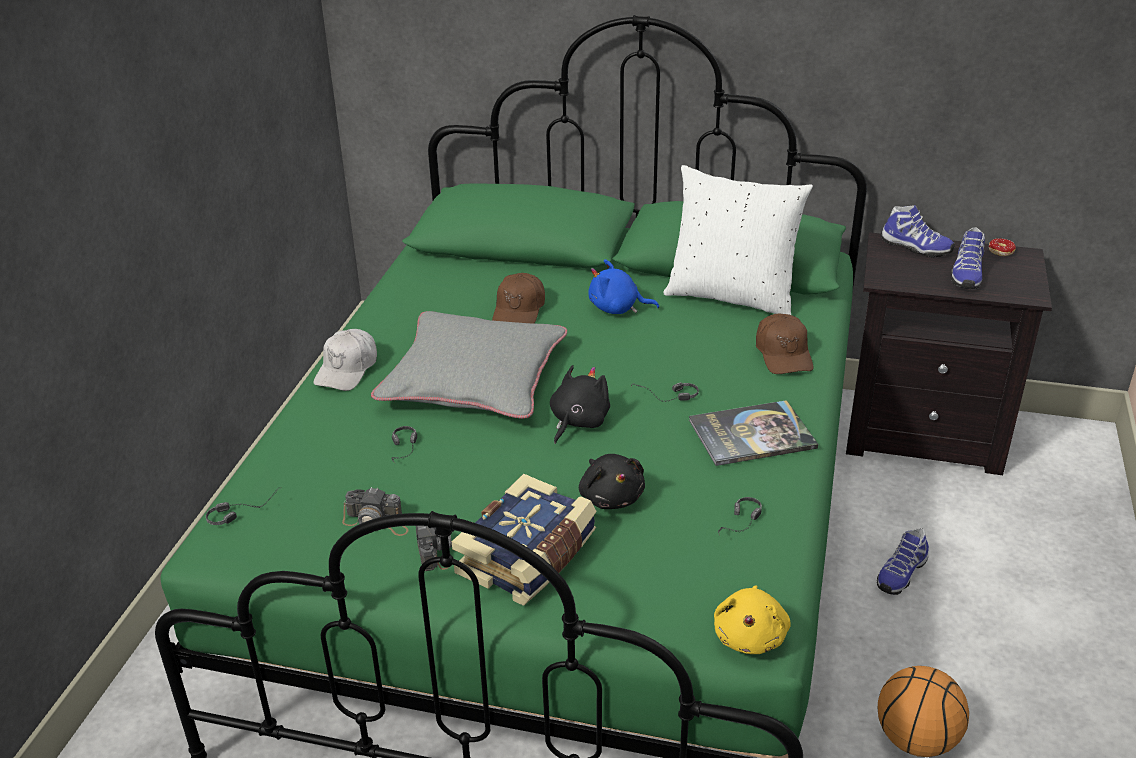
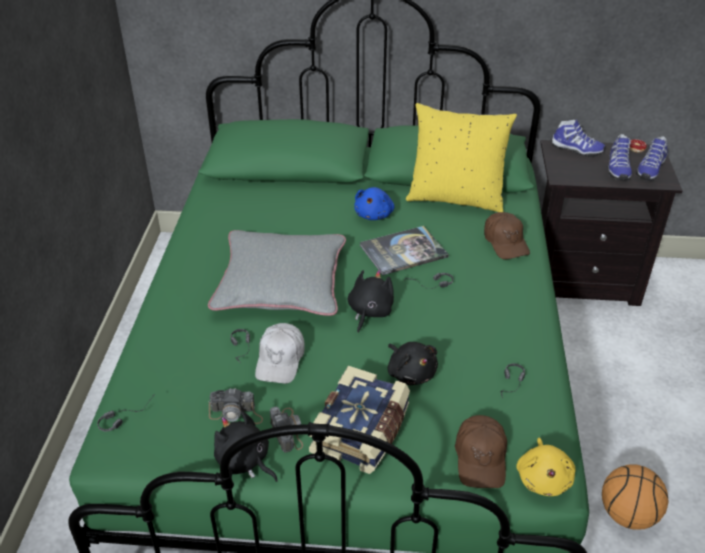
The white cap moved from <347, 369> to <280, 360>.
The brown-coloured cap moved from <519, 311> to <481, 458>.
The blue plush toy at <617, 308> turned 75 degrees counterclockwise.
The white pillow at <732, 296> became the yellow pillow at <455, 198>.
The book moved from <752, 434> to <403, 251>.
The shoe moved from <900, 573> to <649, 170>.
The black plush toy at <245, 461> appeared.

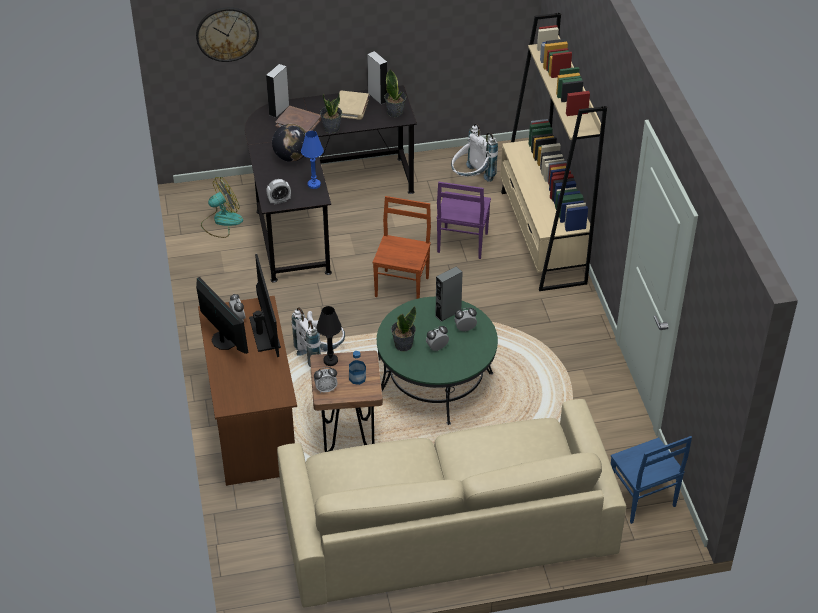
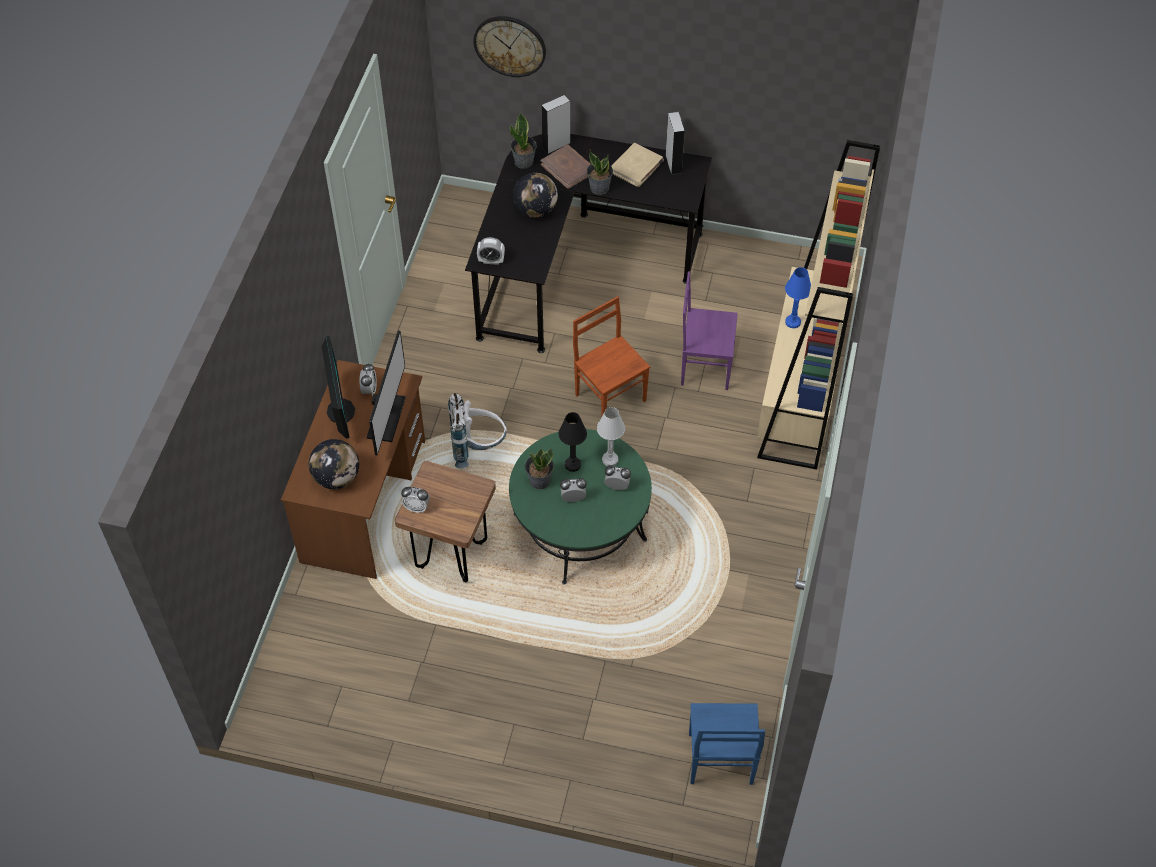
The electric fan at <221, 221> disappeared.
The sand-coloured settee at <446, 525> disappeared.
The blue table lamp moved from <314, 184> to <792, 322>.
The black table lamp moved from <330, 360> to <572, 465>.
The drink bottle at <357, 378> disappeared.
The brown-coloured chair at <403, 286> turned 75 degrees counterclockwise.
The potted plant moved from <395, 112> to <524, 162>.
The greyish loudspeaker at <448, 313> was replaced by the white table lamp at <610, 460>.
The purple-coloured chair at <461, 243> turned 60 degrees clockwise.
The white backpack at <471, 179> disappeared.
The desk globe at <337, 478> appeared.

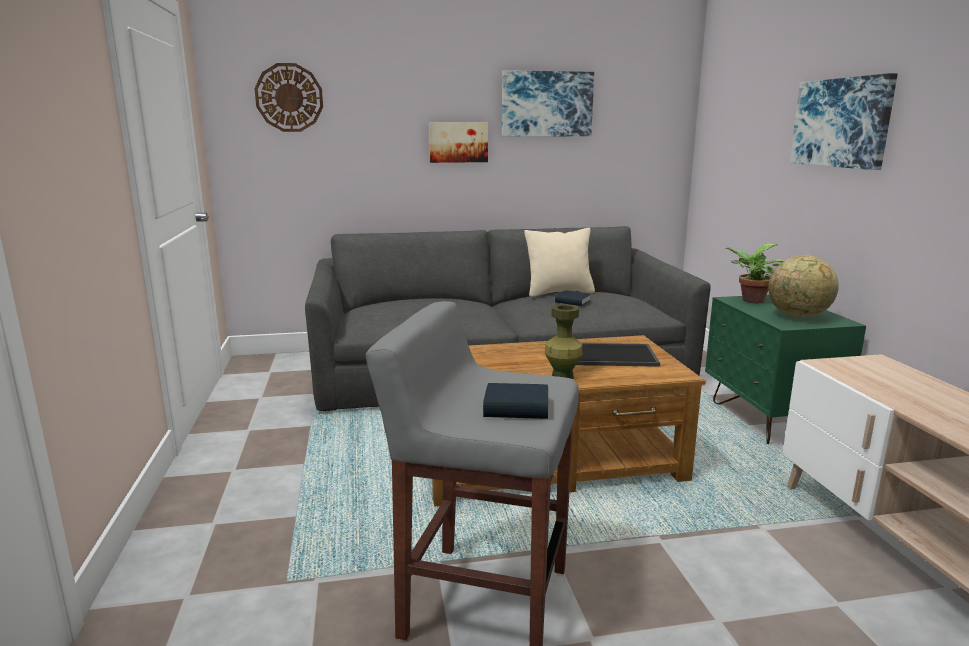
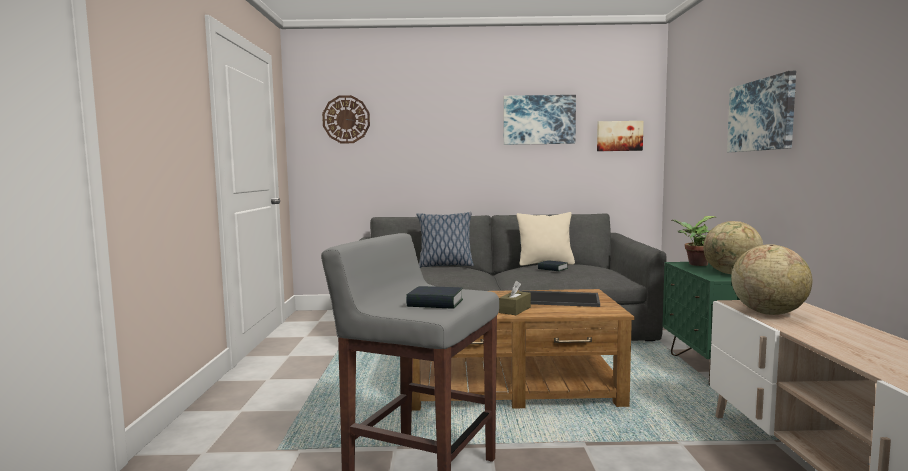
The wall picture moved from <458, 142> to <619, 136>.
The greenish flower vase at <562, 376> was replaced by the brown-coloured box of tissues at <515, 310>.
The pillow at <445, 265> appeared.
The desk globe at <768, 313> appeared.

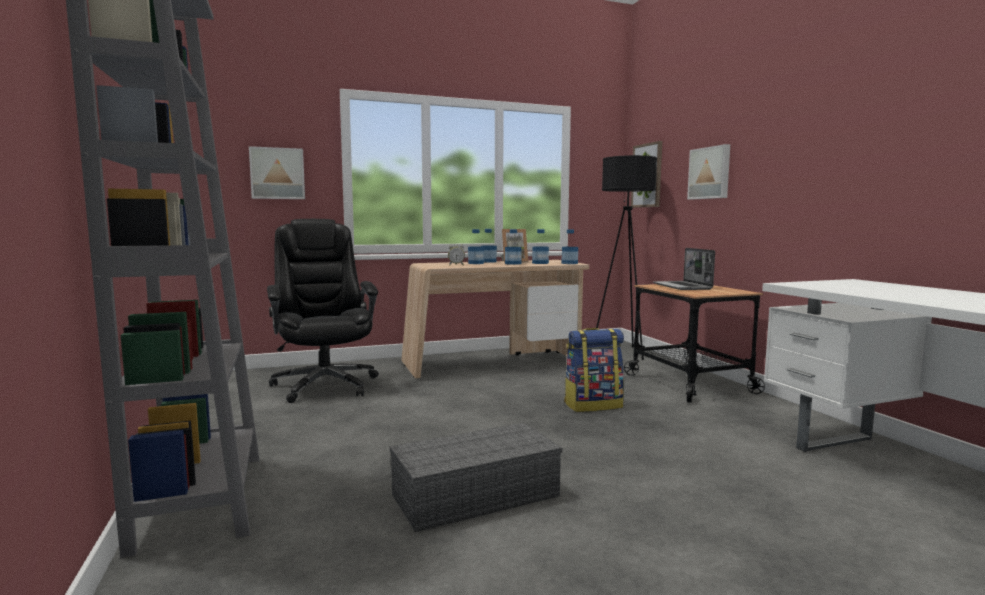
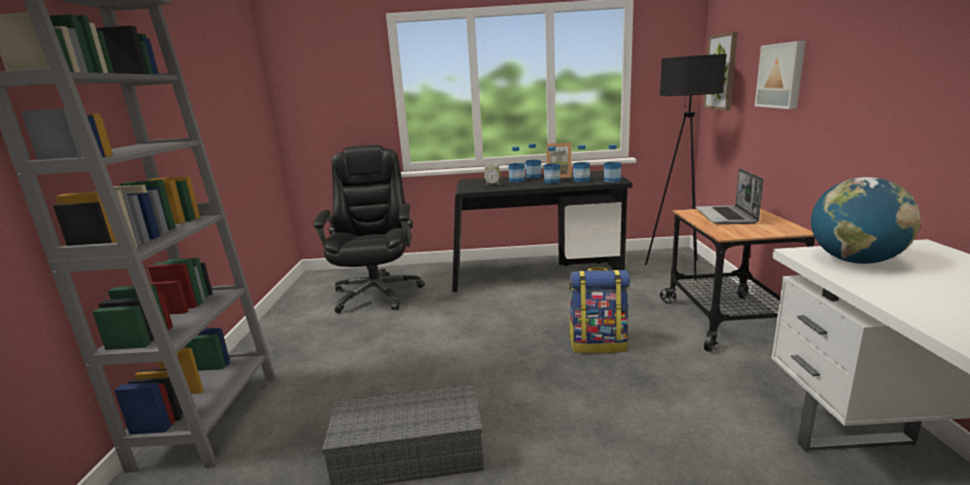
The wall picture at <277, 173> disappeared.
The sand-coloured desk at <493, 363> became the black desk at <536, 275>.
The desk globe at <855, 261> appeared.

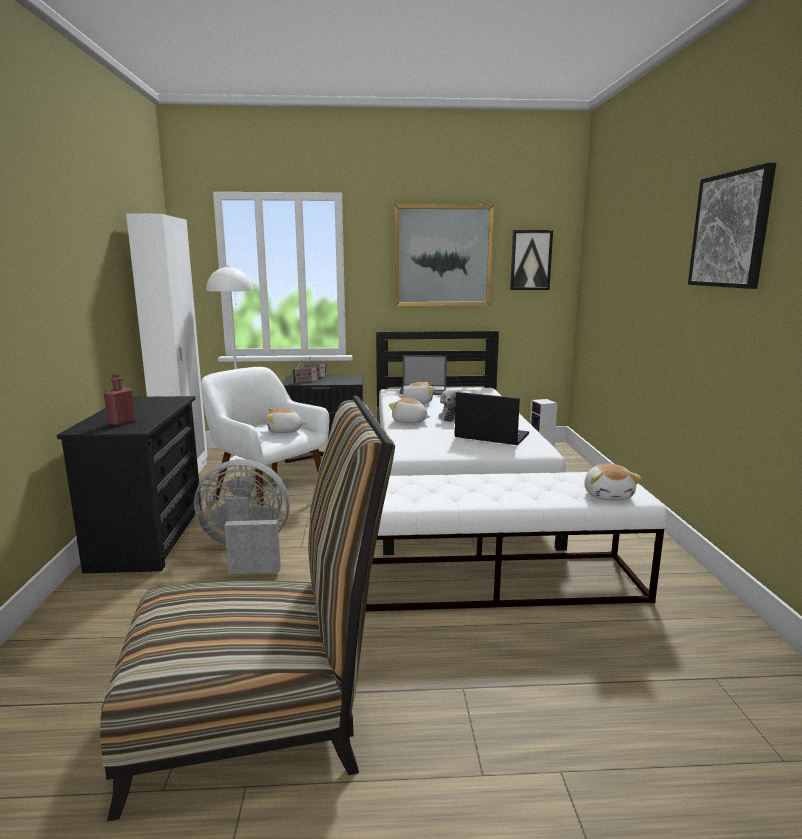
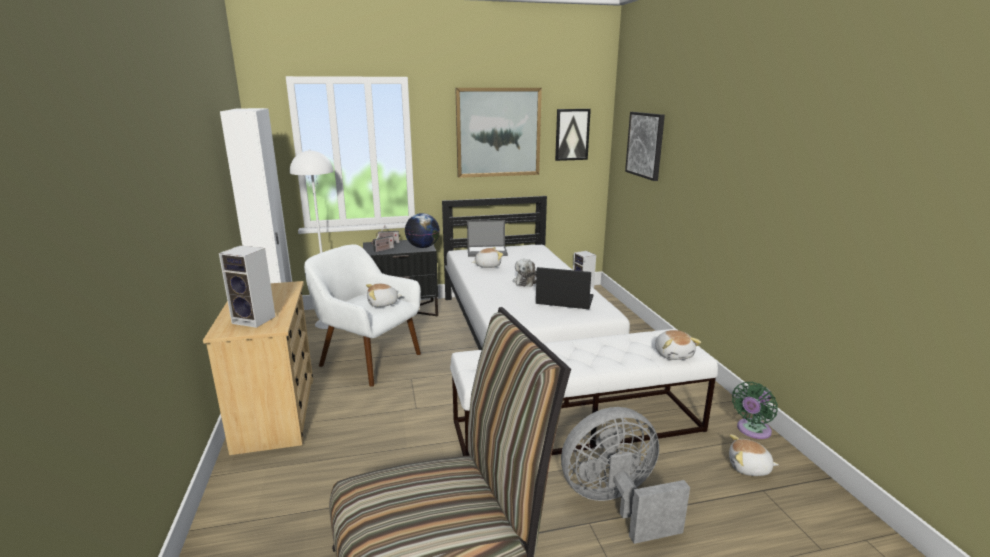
The black dresser at <149, 538> became the sand-coloured dresser at <276, 412>.
The red-coloured drink bottle at <121, 422> was replaced by the loudspeaker at <255, 320>.
The greyish electric fan moved from <246, 552> to <616, 504>.
The plush toy moved from <409, 422> to <749, 468>.
The wall picture moved from <731, 230> to <645, 145>.
The desk globe at <423, 247> appeared.
The greenish electric fan at <752, 430> appeared.

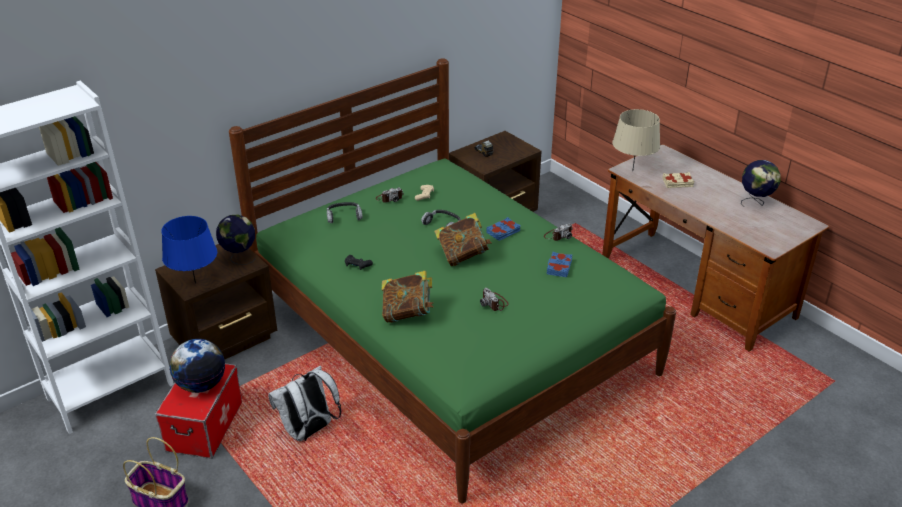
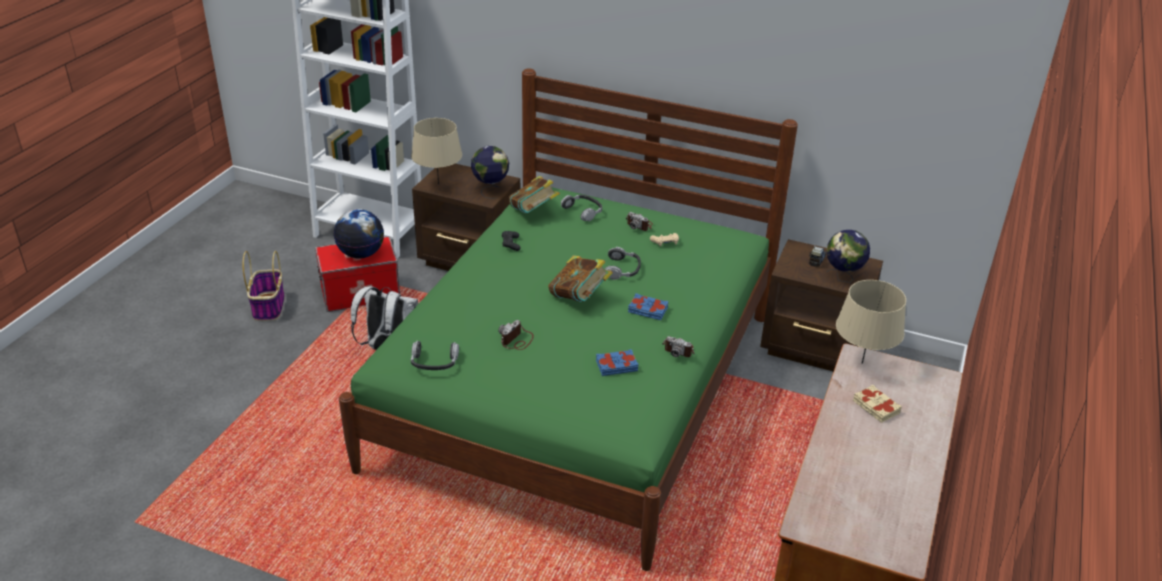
The blue table lamp at <195, 283> became the sand-coloured table lamp at <438, 184>.
The book moved from <408, 314> to <533, 213>.
The desk globe moved from <755, 202> to <842, 278>.
The headphones at <434, 362> appeared.

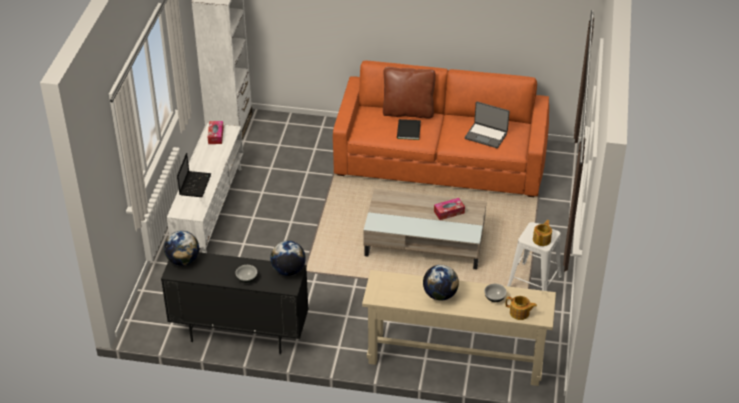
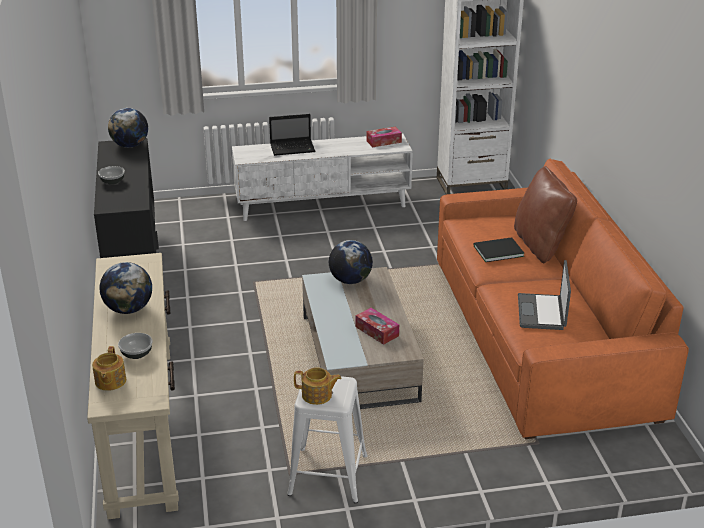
The desk globe moved from <288, 270> to <350, 280>.

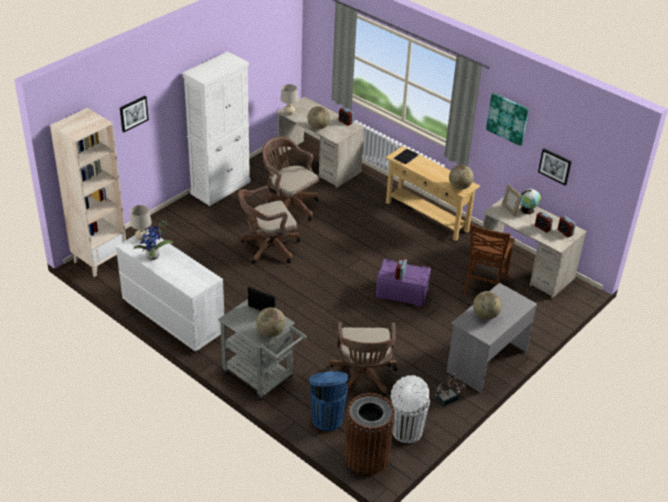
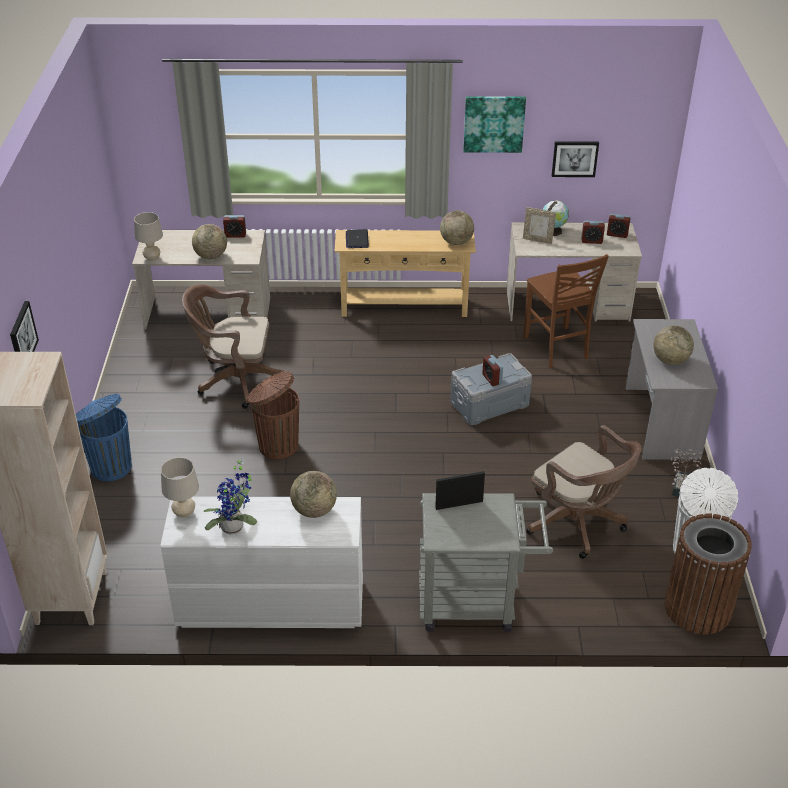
The white cupboard at <221, 187> disappeared.
The brown-coloured office chair at <267, 248> was replaced by the brown-coloured waste bin at <277, 445>.
The desk globe moved from <270, 332> to <314, 510>.
The blue waste bin moved from <327, 418> to <110, 466>.
The purple-coloured storage bin at <402, 293> became the greyish storage bin at <490, 404>.

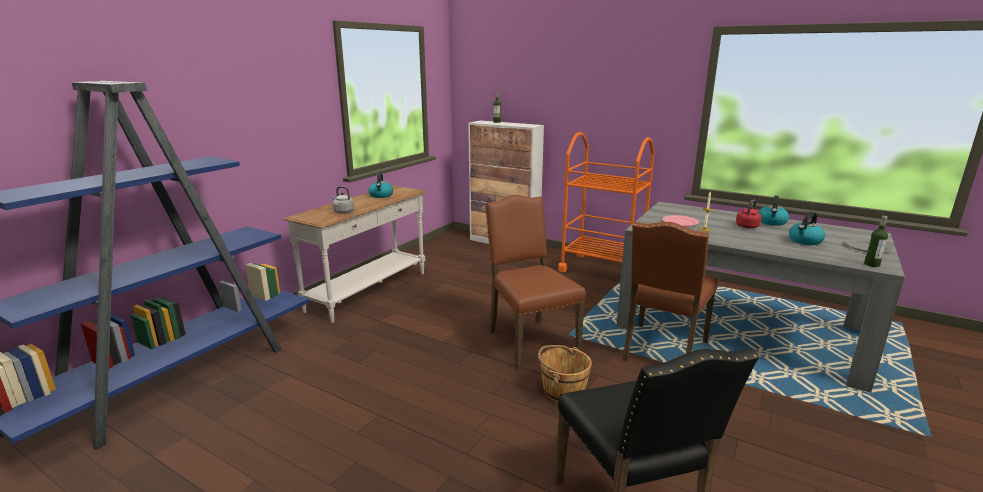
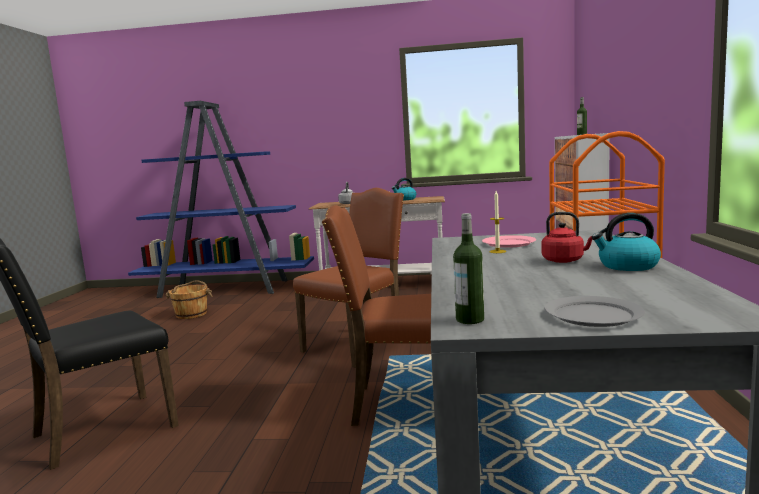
The brown-coloured bucket moved from <563, 391> to <192, 314>.
The kettle at <805, 241> disappeared.

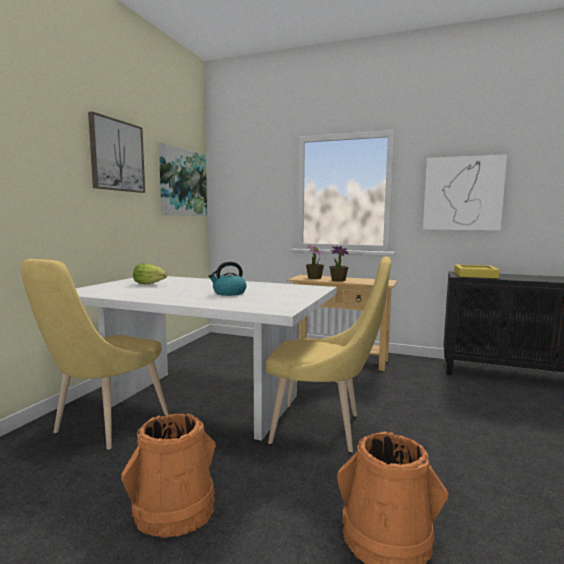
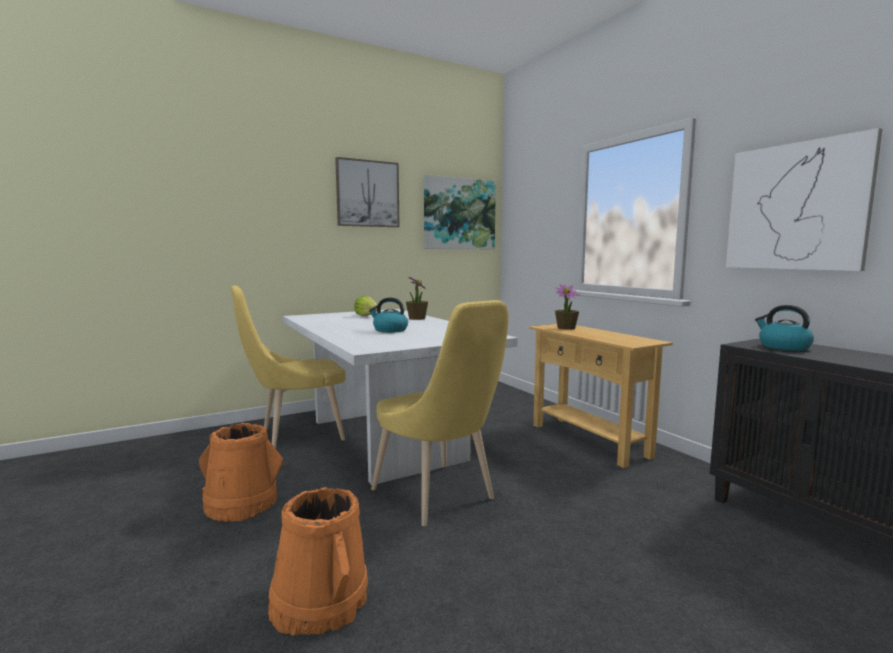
The potted plant moved from <338, 280> to <417, 318>.
The yellow serving tray at <475, 275> was replaced by the kettle at <783, 347>.

